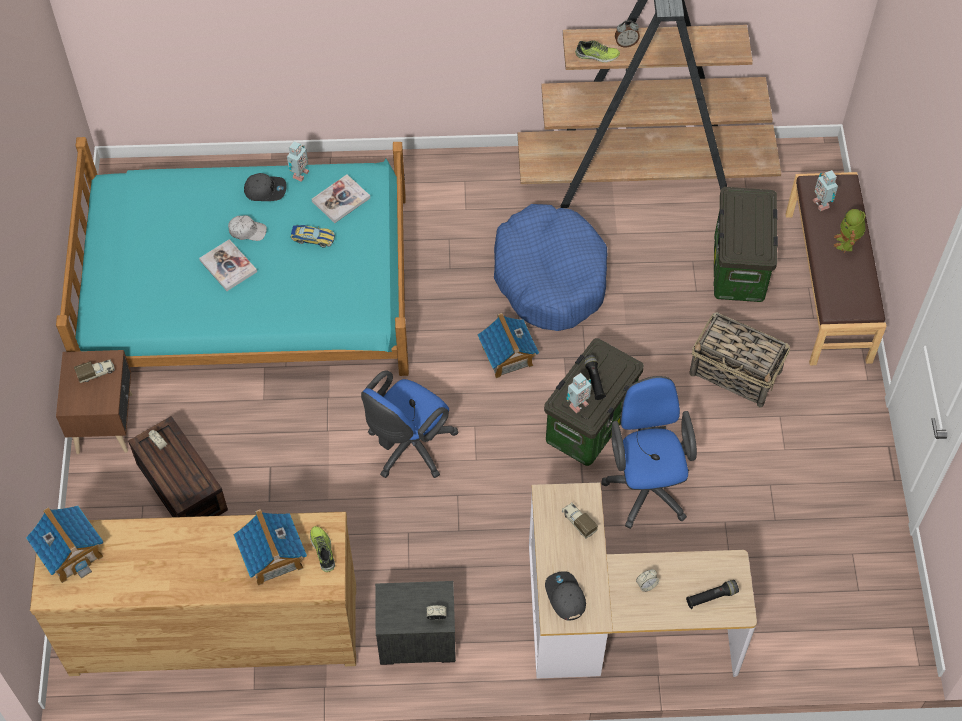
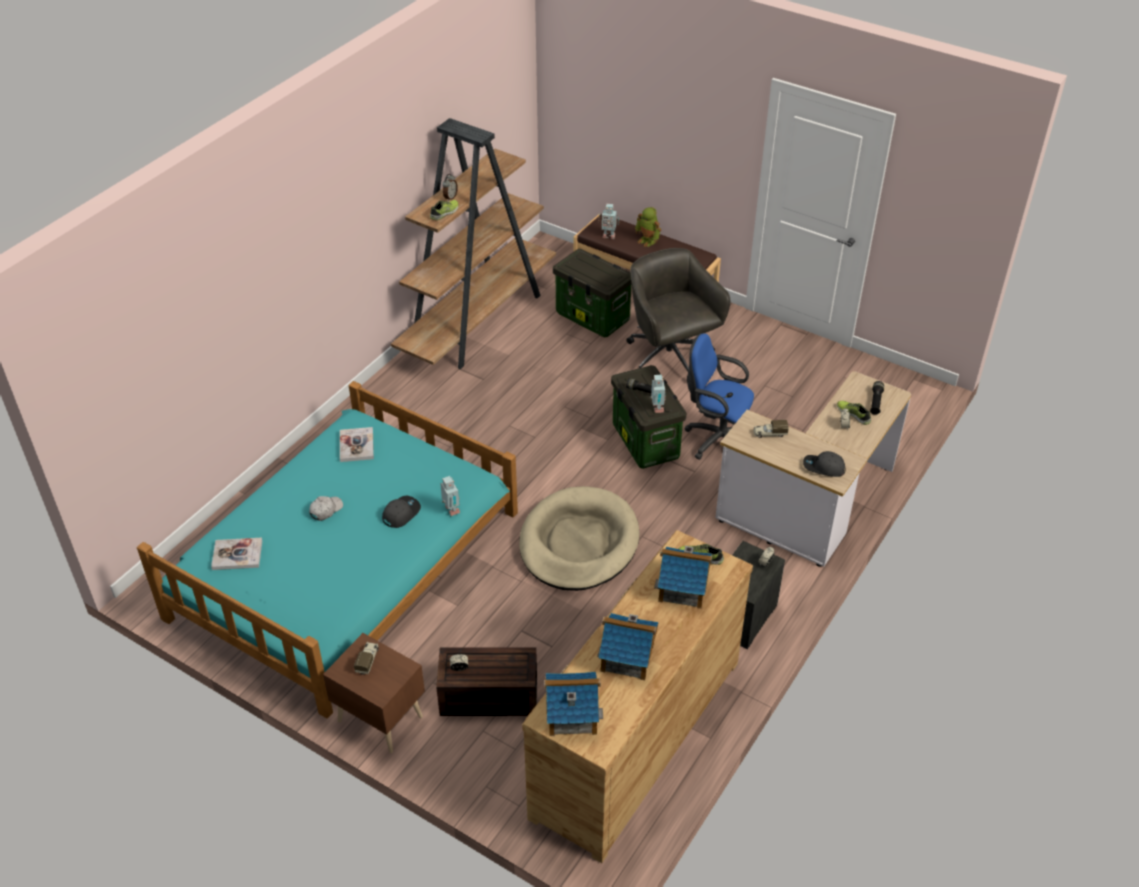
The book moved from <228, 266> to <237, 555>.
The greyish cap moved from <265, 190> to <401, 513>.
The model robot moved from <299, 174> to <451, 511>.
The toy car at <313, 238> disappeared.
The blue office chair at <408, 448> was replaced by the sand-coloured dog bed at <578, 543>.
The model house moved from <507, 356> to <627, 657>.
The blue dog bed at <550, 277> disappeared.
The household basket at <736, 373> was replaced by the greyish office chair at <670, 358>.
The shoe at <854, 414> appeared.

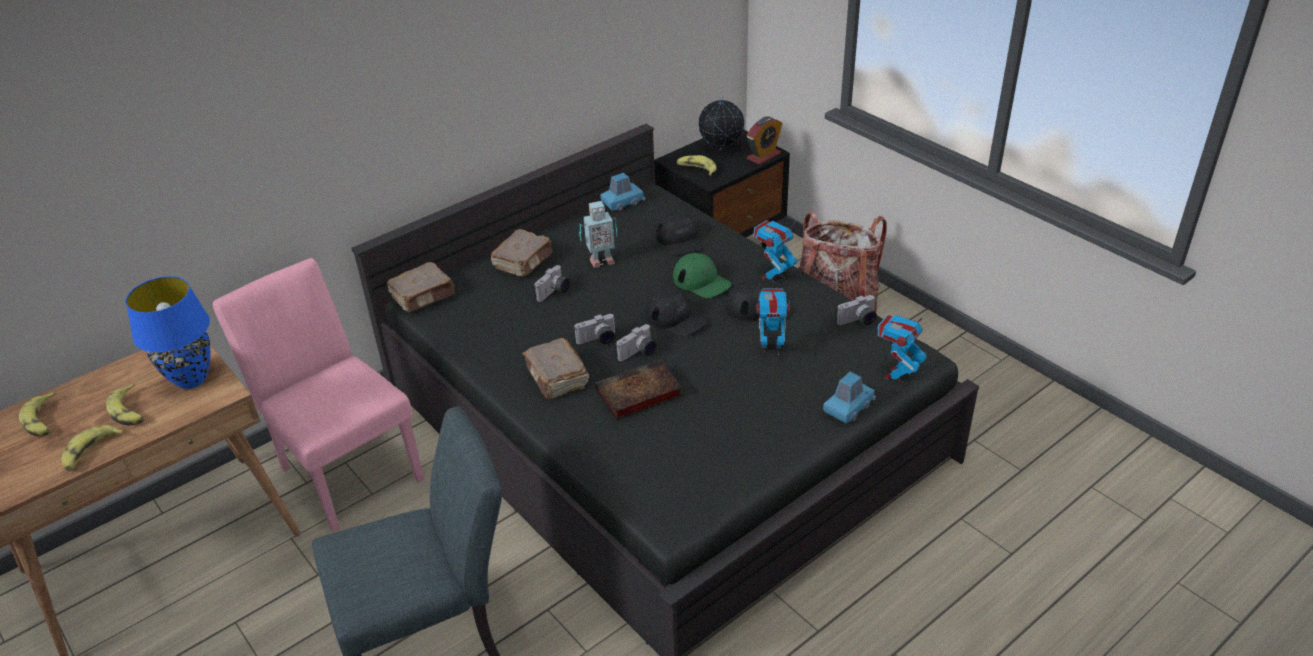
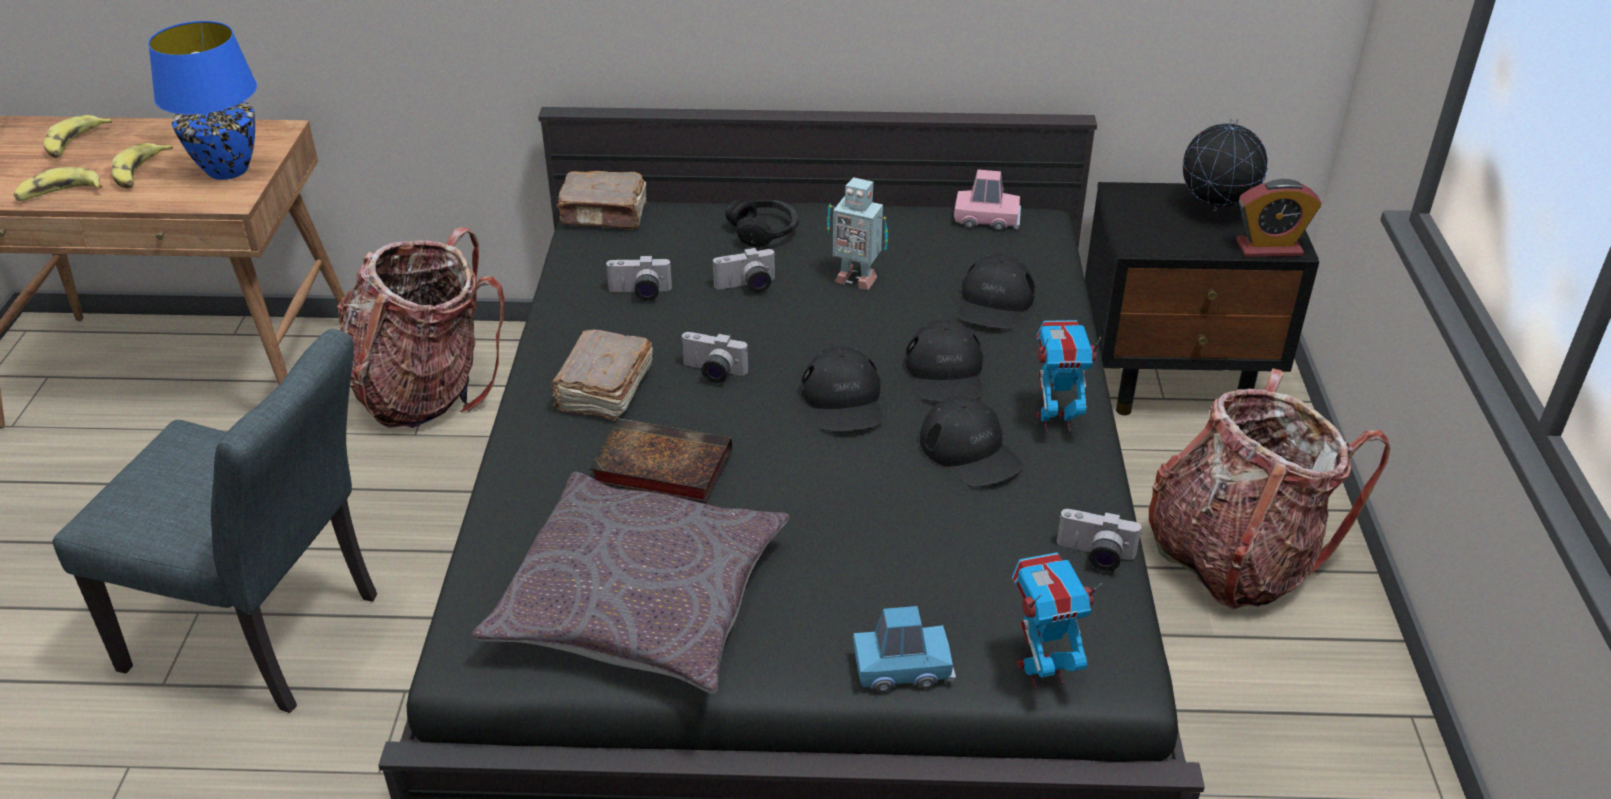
The pinkish chair at <345, 468> was replaced by the backpack at <426, 390>.
The brown-coloured book at <524, 262> was replaced by the black headphones at <764, 231>.
The blue toy car at <623, 202> became the pinkish toy car at <987, 219>.
The photo camera moved from <638, 353> to <640, 293>.
The greenish cap at <701, 281> became the black cap at <946, 373>.
The whole banana at <697, 169> disappeared.
The model robot at <771, 349> disappeared.
The greyish pillow at <640, 600> appeared.

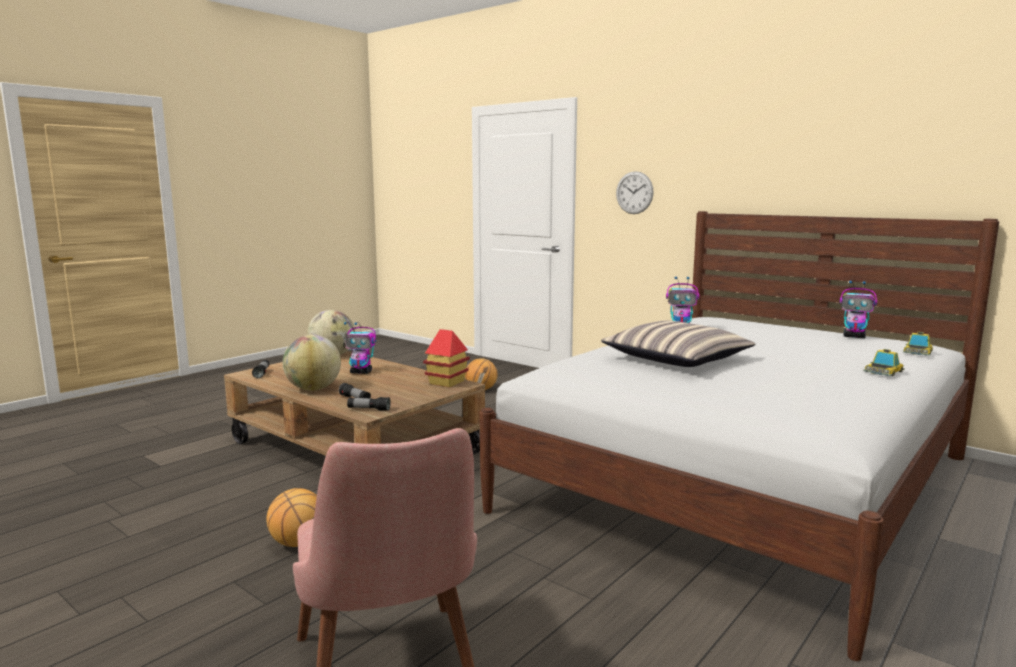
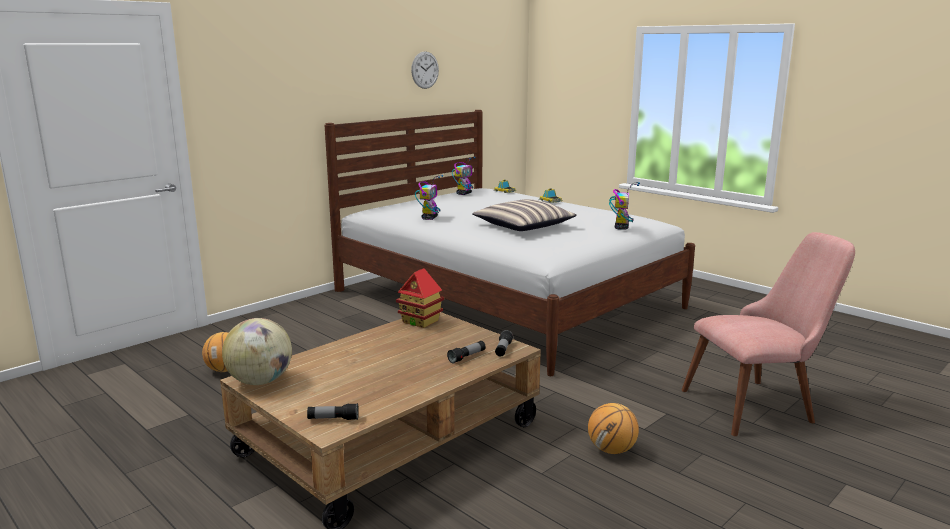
The desk globe at <313, 389> disappeared.
The model robot moved from <361, 372> to <621, 227>.
The clock on the wall moved from <634, 192> to <425, 70>.

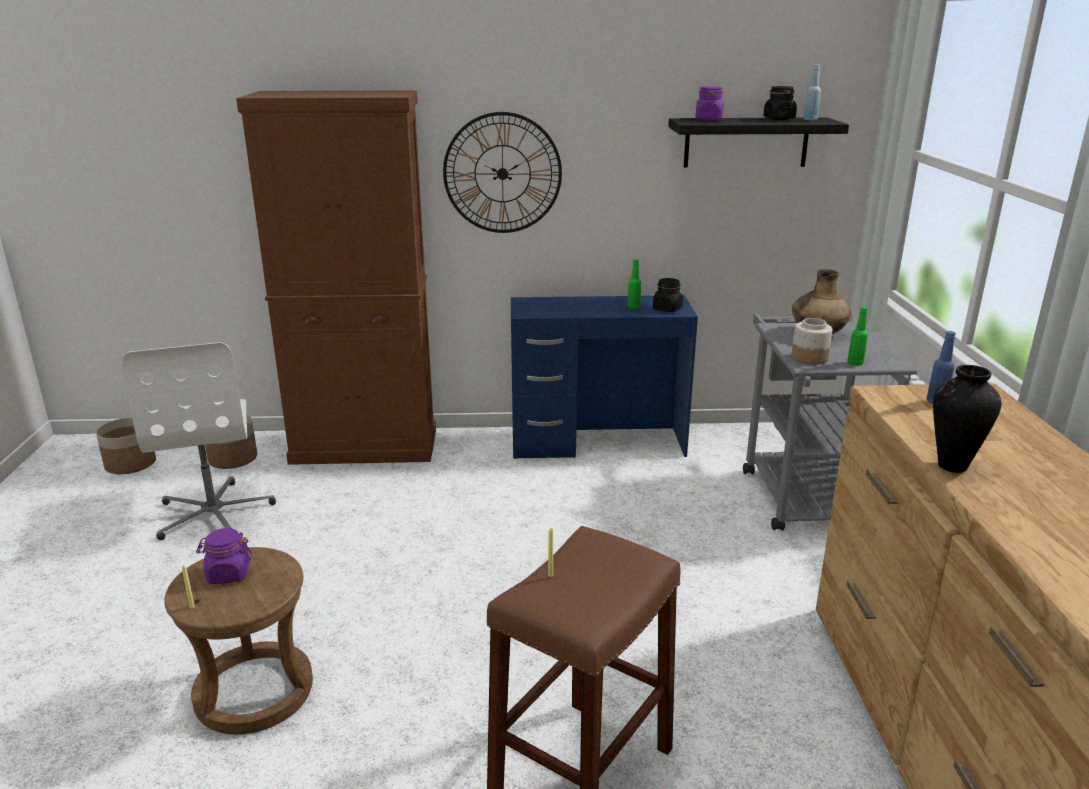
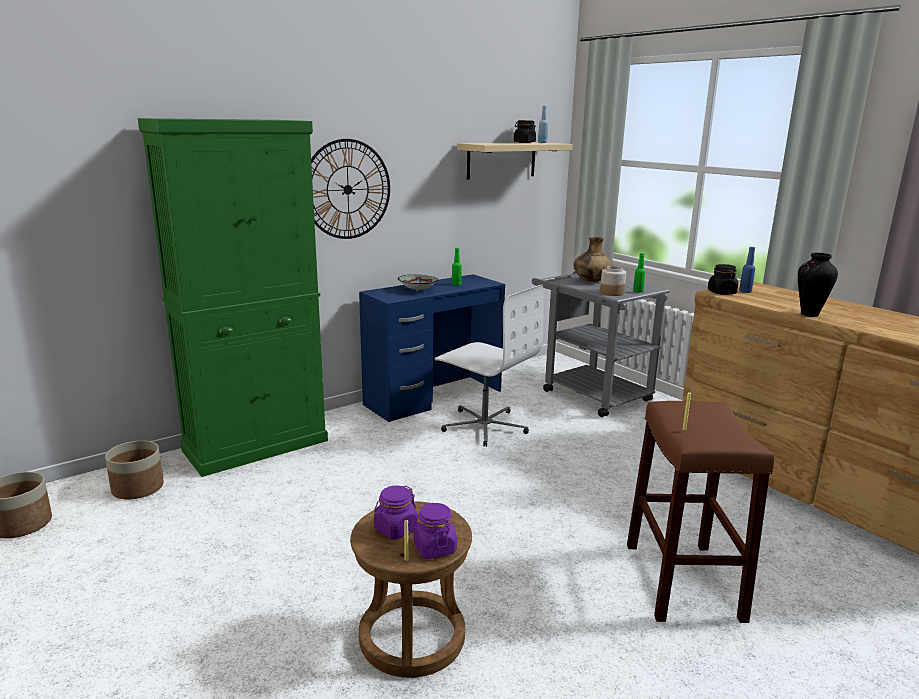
The white office chair moved from <214, 513> to <484, 426>.
The brown-coloured cupboard at <365, 447> became the greenish cupboard at <256, 445>.
The black preserve jar moved from <667, 309> to <721, 292>.
The black wall shelf at <746, 142> became the sand-coloured wall shelf at <501, 160>.
The purple-coloured preserve jar moved from <708, 119> to <434, 548>.
The deep dish at <418, 290> appeared.

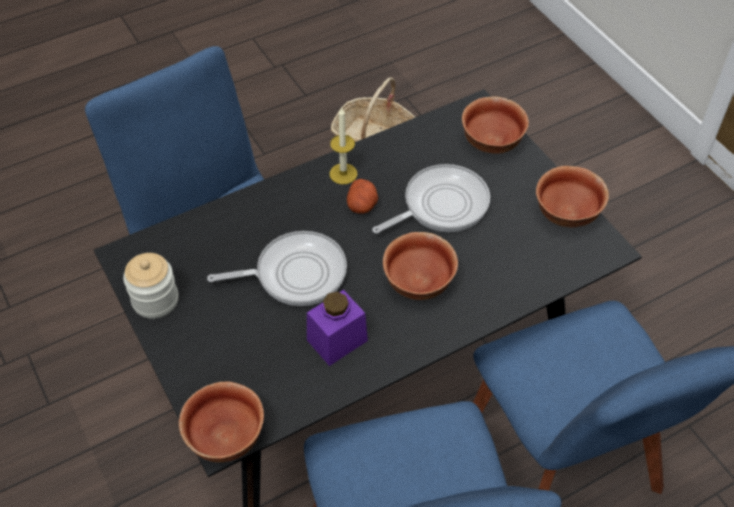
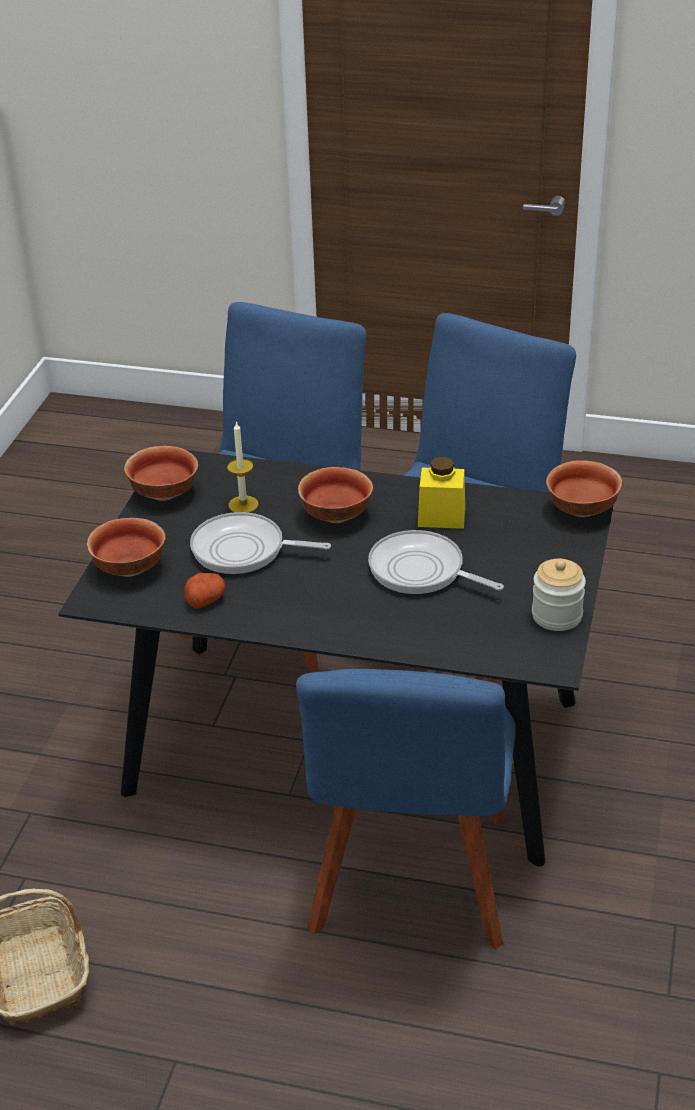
The purple-coloured preserve jar at <337, 340> became the yellow preserve jar at <441, 517>.
The wax light moved from <343, 173> to <243, 504>.
The spud moved from <362, 205> to <205, 599>.

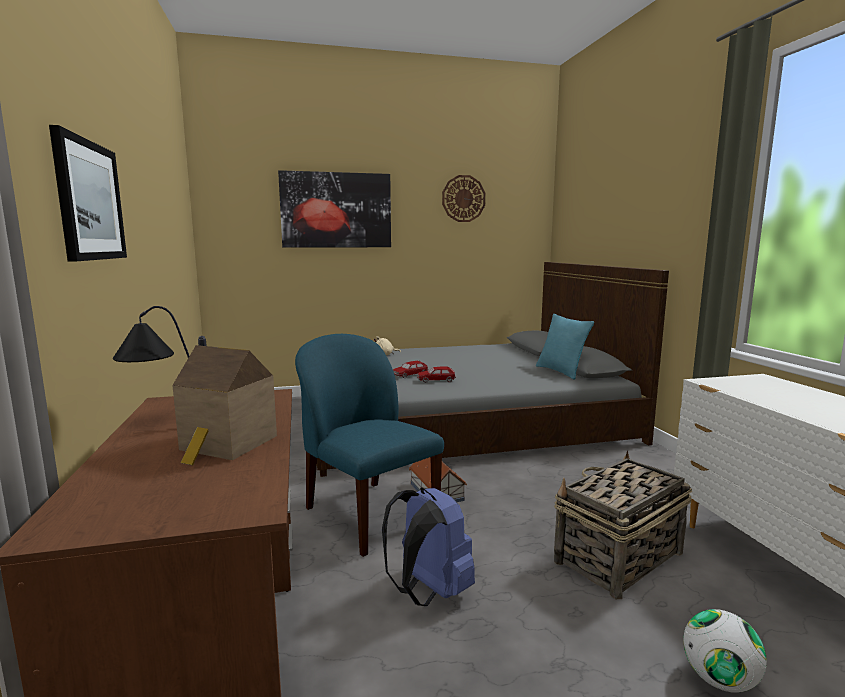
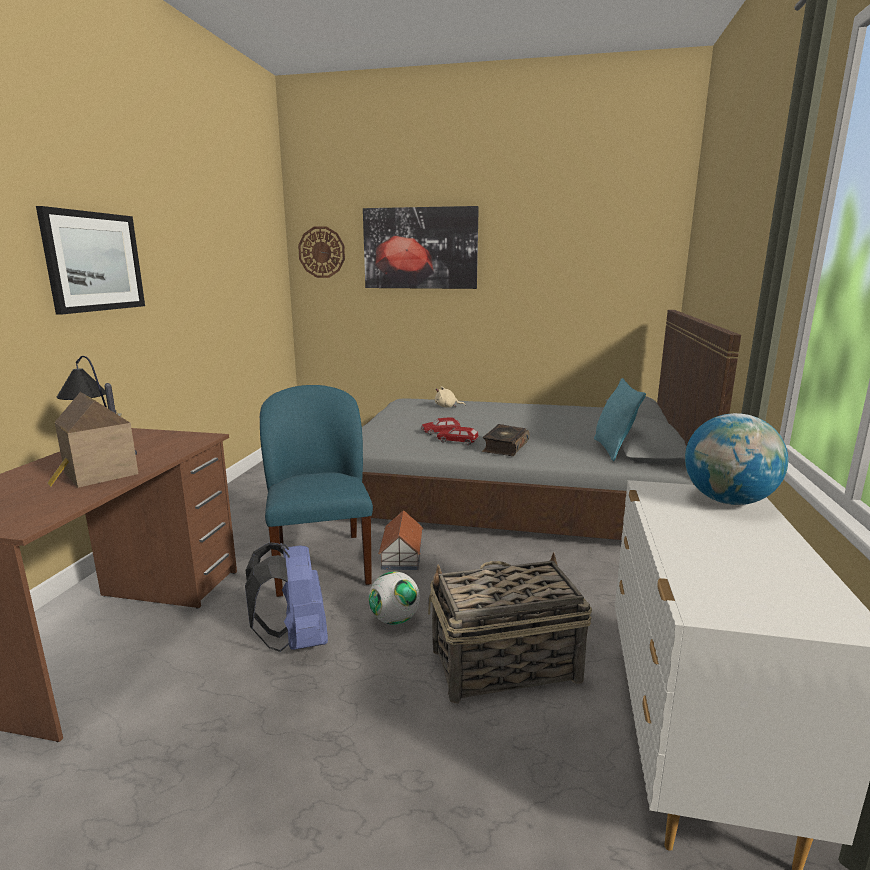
The clock on the wall moved from <463, 198> to <322, 252>.
The ball for football moved from <719, 679> to <394, 620>.
The book at <504, 447> appeared.
The desk globe at <728, 501> appeared.

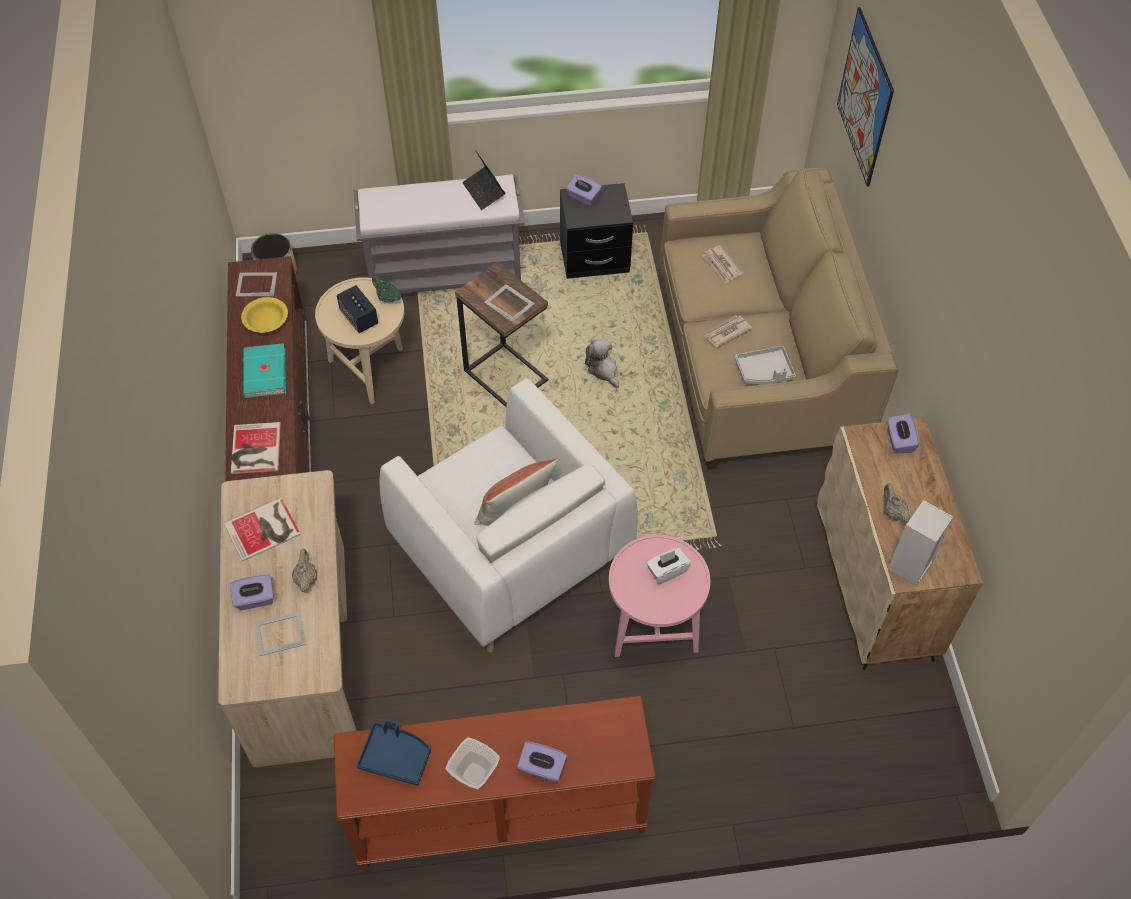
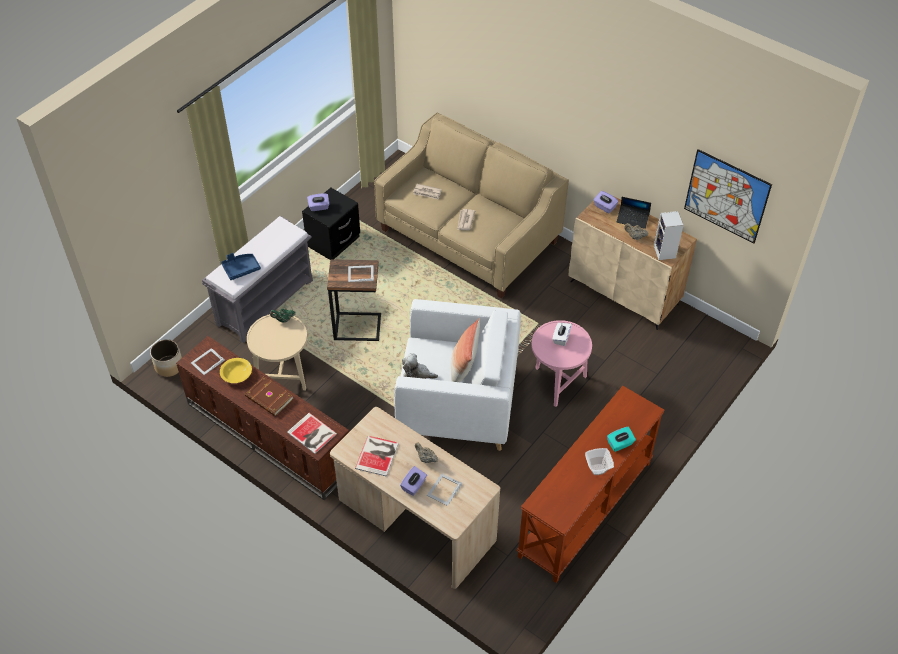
The turquoise-coloured book at <263, 373> became the brown-coloured book at <269, 398>.
The loudspeaker at <359, 318> disappeared.
The blue serving tray moved from <396, 757> to <241, 269>.
The laptop moved from <484, 192> to <632, 219>.
The purple-coloured box of tissues at <542, 768> became the turquoise-coloured box of tissues at <620, 444>.
The plush toy moved from <603, 370> to <417, 373>.
The greyish serving tray at <764, 371> disappeared.
The wall picture moved from <864, 97> to <726, 196>.

